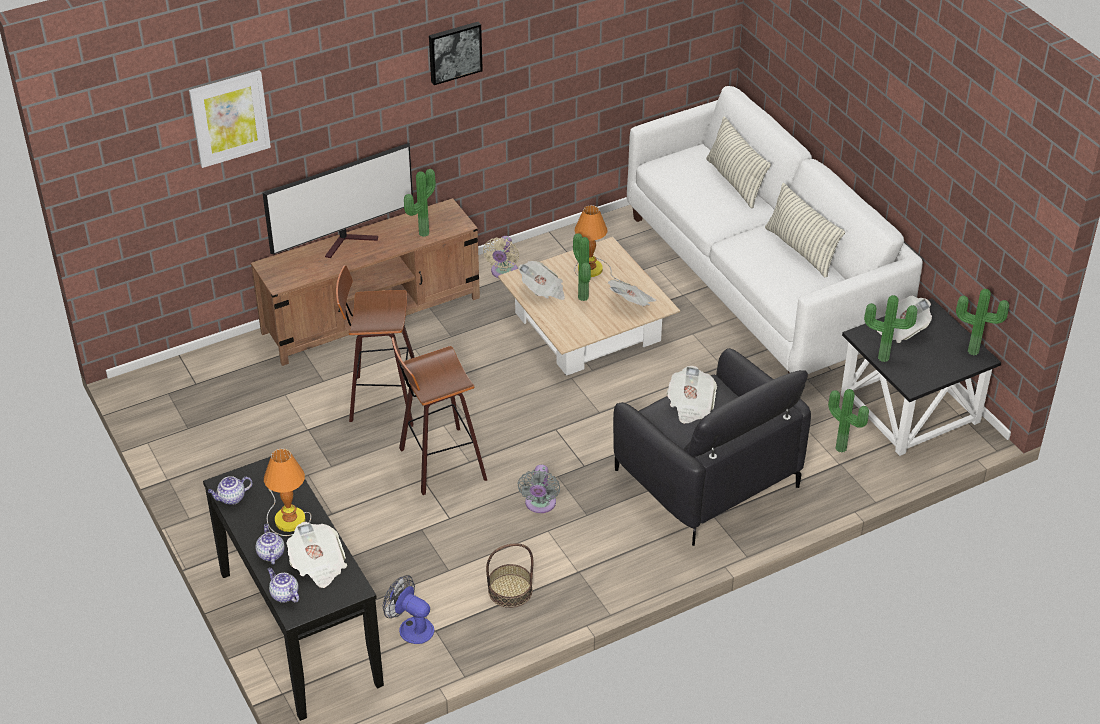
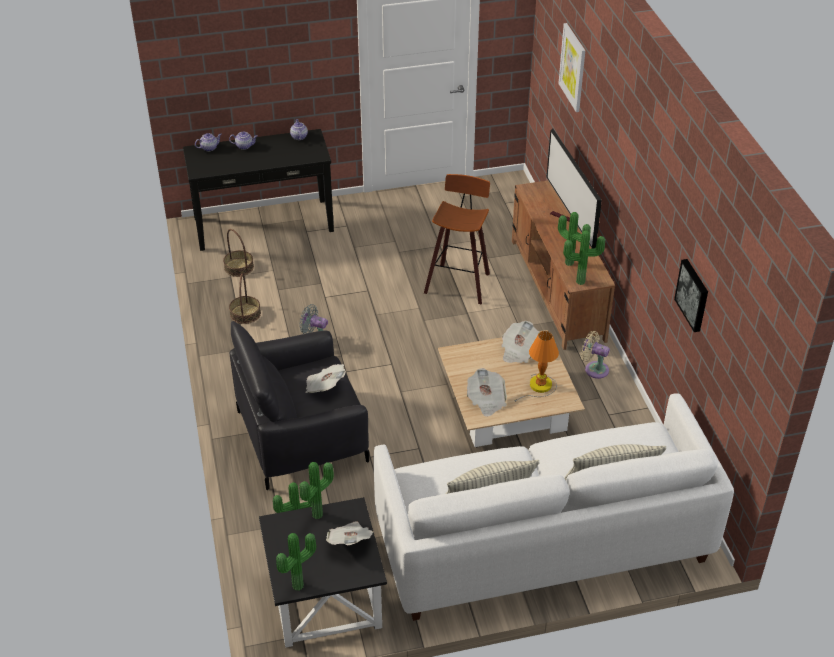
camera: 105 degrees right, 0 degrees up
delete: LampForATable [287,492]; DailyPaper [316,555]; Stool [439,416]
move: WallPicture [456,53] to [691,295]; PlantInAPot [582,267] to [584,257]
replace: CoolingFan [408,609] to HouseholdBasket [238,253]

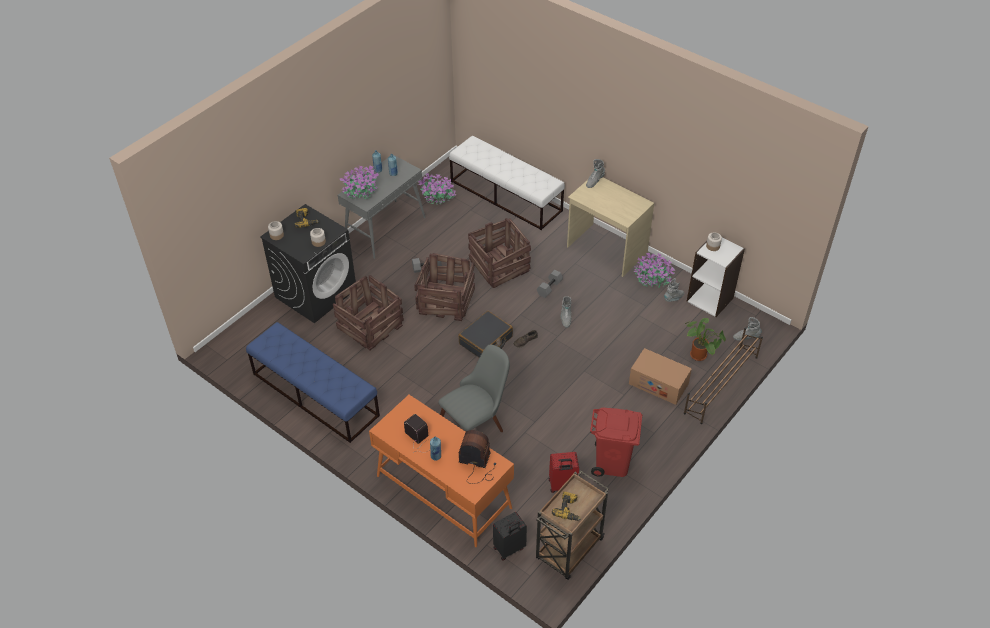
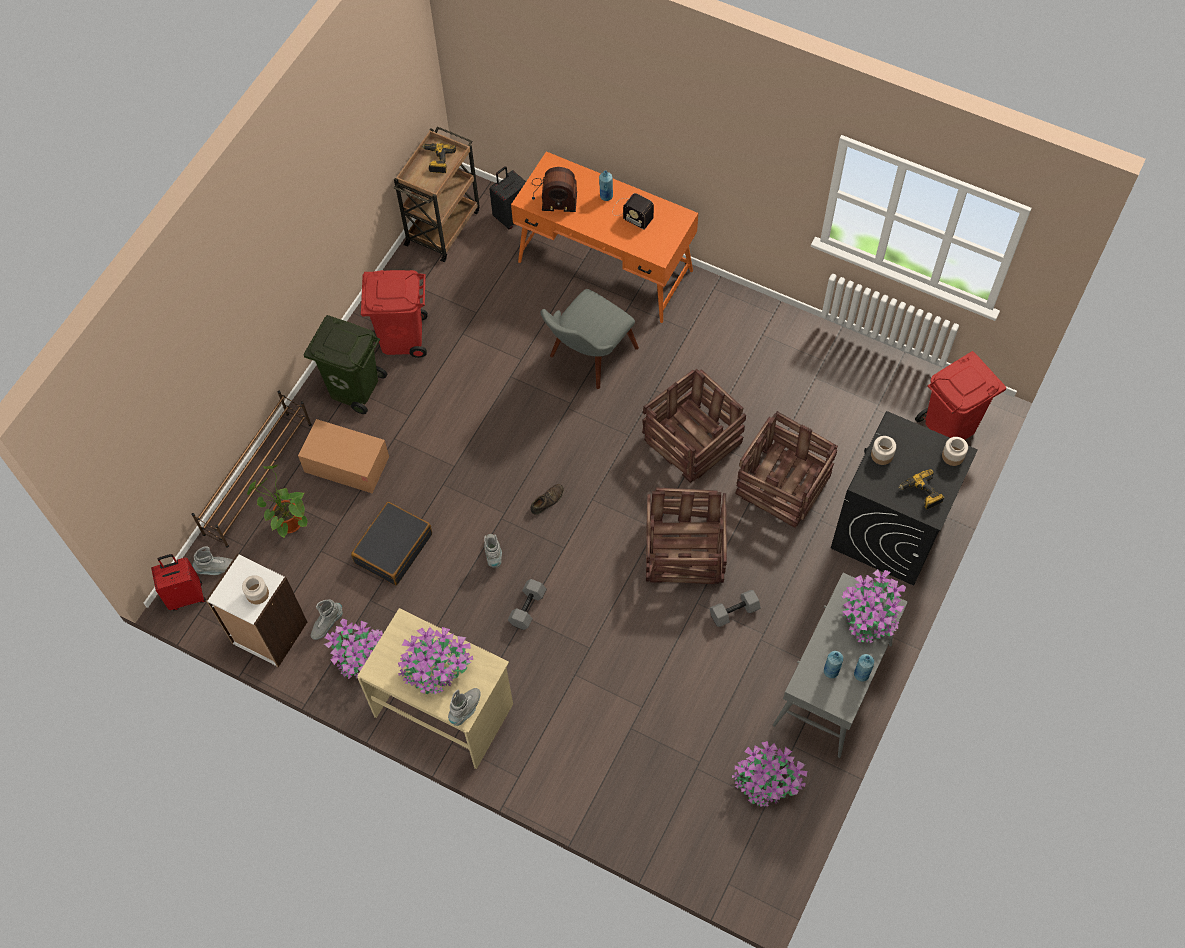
camera: 170 degrees right, 15 degrees up
delete: BluishBench [313,382]; WhitishBench [507,183]
insert: GreenColouredWasteBin [345,364]; PlantInAPot [435,660]; RedColouredWasteBin [960,395]
move: BlackColouredSuitcase [485,334] to [391,544]; PackingCrate [499,253] to [694,426]; RedColouredSuitcase [564,472] to [178,582]

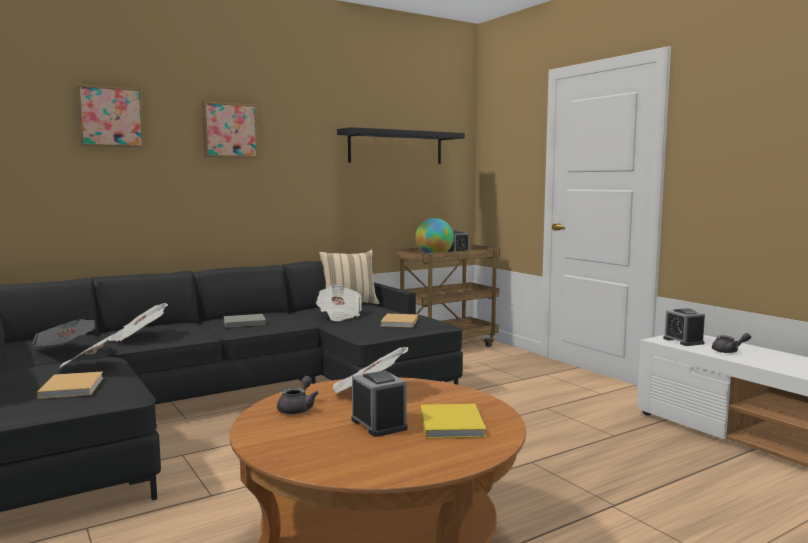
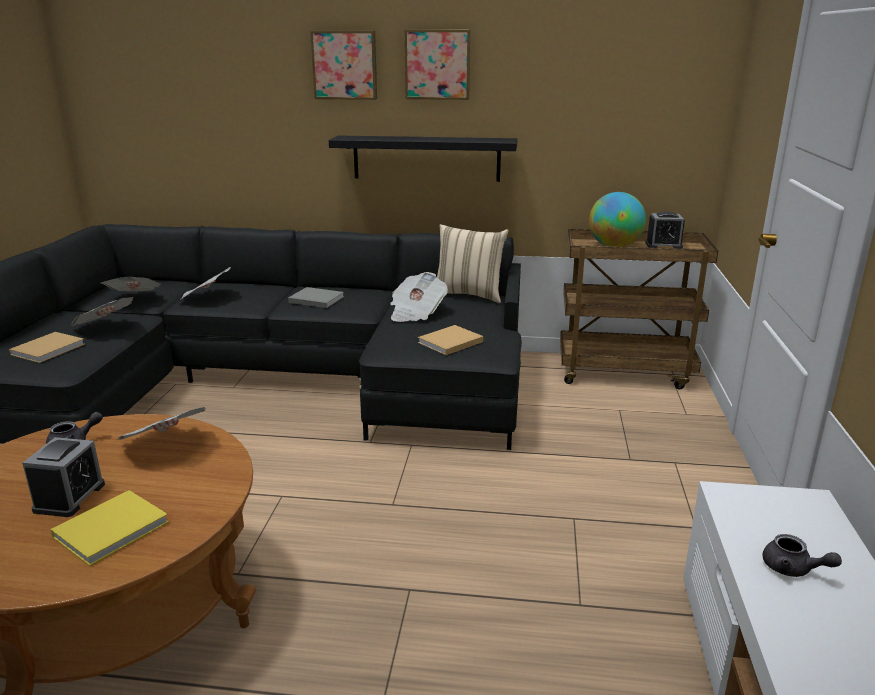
camera: 40 degrees right, 15 degrees up
delete: AlarmClock [684,327]
move: WallPicture [110,116] to [437,65]; BlackColouredShelf [401,145] to [423,159]

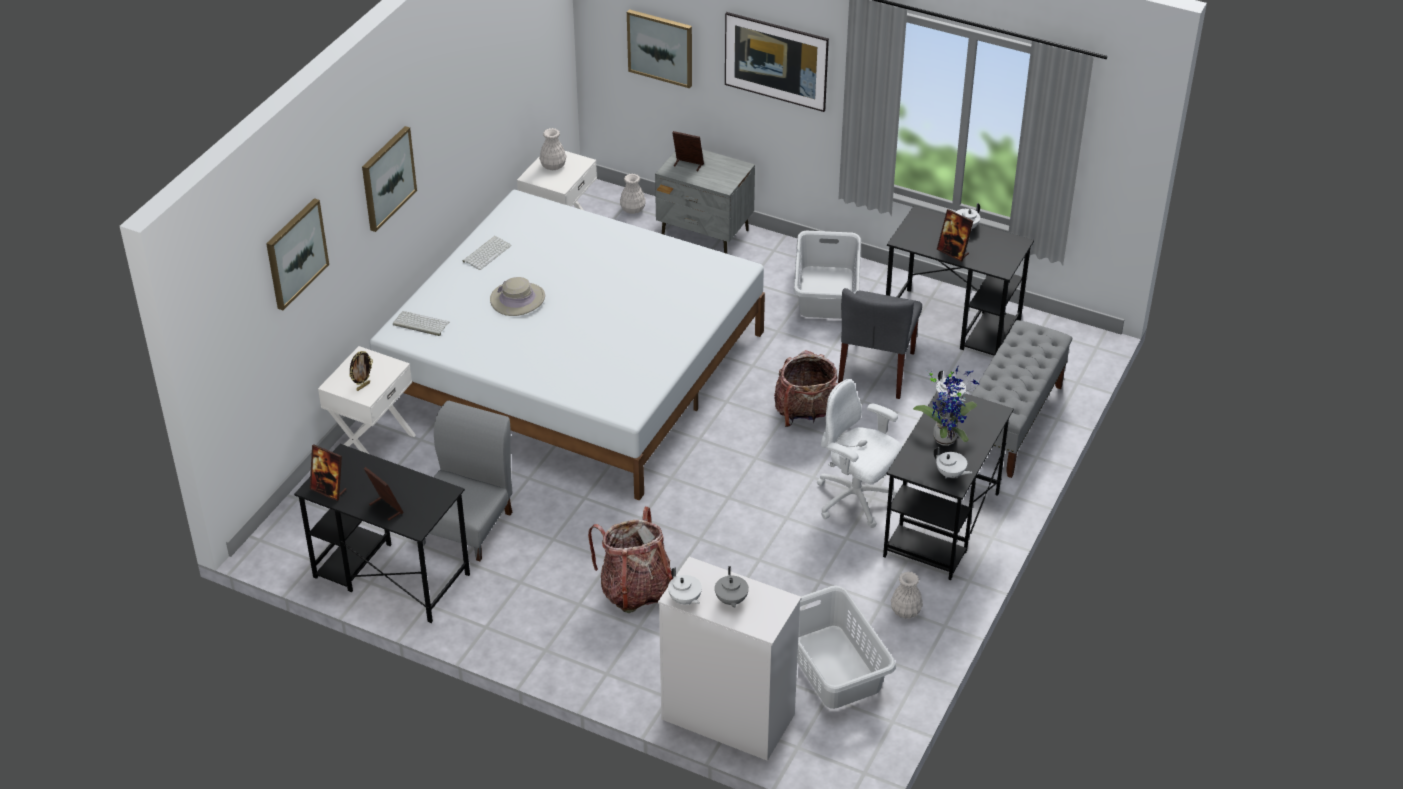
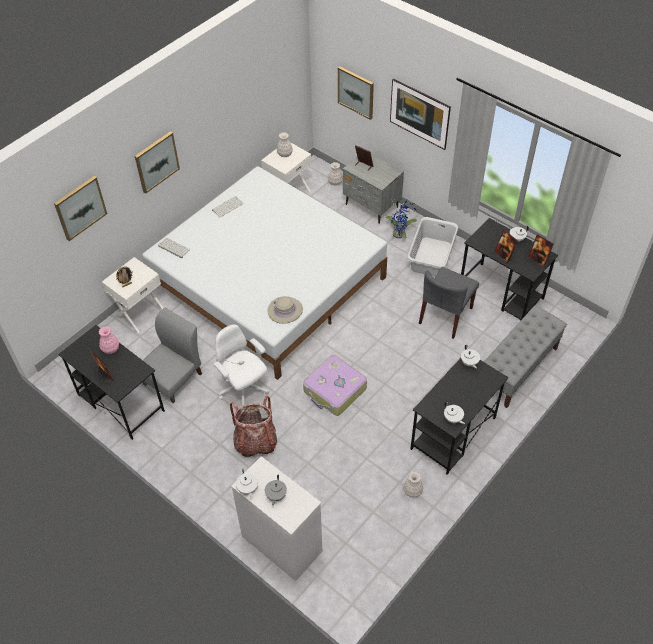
camera: 15 degrees right, 10 degrees up
delete: Backpack [806,388]; GreyHamper [846,647]
insert: PinkColouredDecorativeVase [109,340]; Suitcase [335,385]
move: StandingFrame [328,472] to [541,250]; BeigeWearableHat [517,296] to [285,310]; WhitishDeskChair [859,453] to [241,365]; PlantInAPot [946,406] to [401,219]

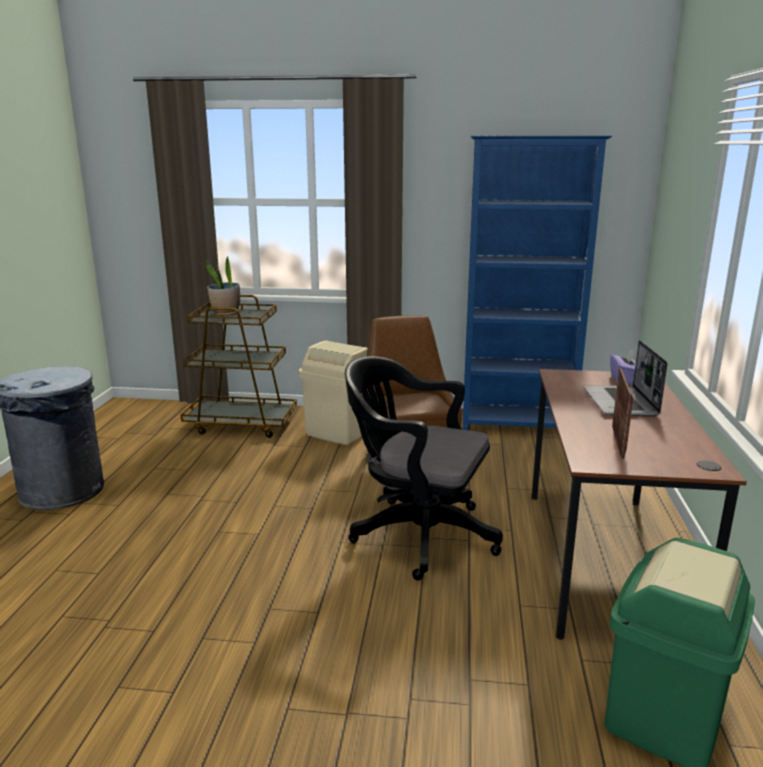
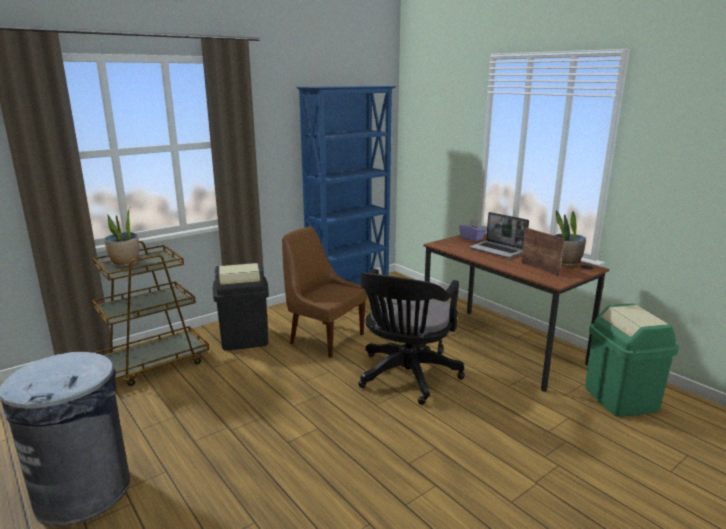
camera: 45 degrees left, 0 degrees up
insert: PlantInAPot [570,238]
recolor: BeigeWasteBin [333,393] to BlackColouredWasteBin [240,307]
rotate: BlackColouredDeskChair [424,468] = [411,337] 45 degrees counterclockwise

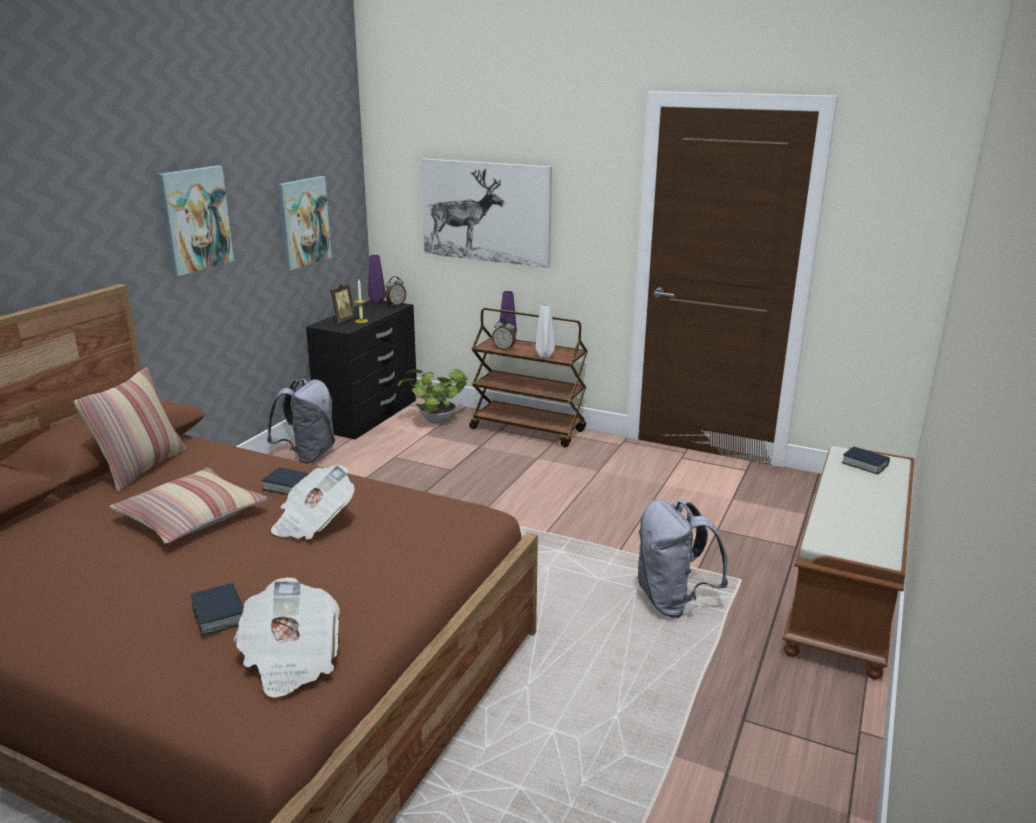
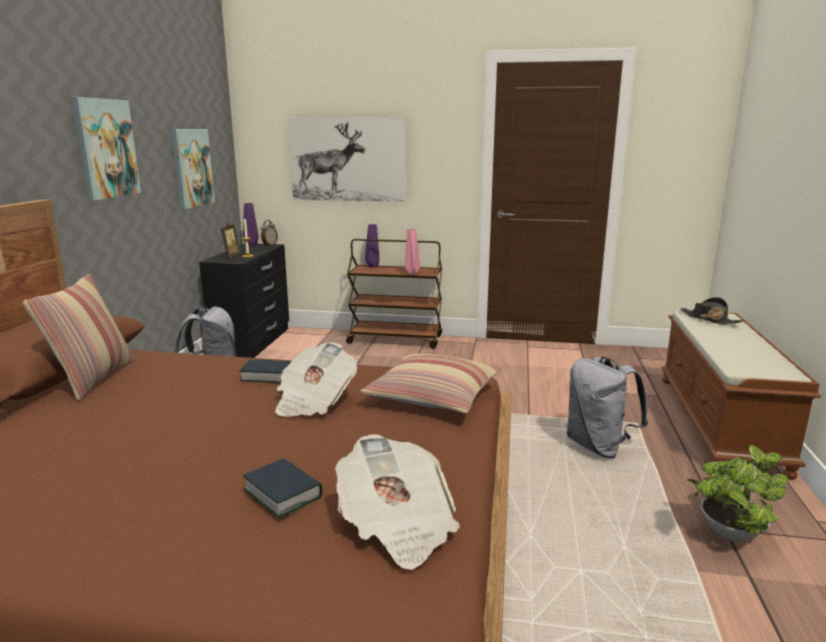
camera: 15 degrees left, 5 degrees down
delete: AlarmClock [504,334]
move: ThrowPillow [189,506] to [431,383]; PlantInAPot [432,396] to [738,494]
replace: Book [865,461] to BlackColouredWearableHat [712,311]
recolor: WhitishDecorativeVase [545,331] to PinkColouredDecorativeVase [412,251]

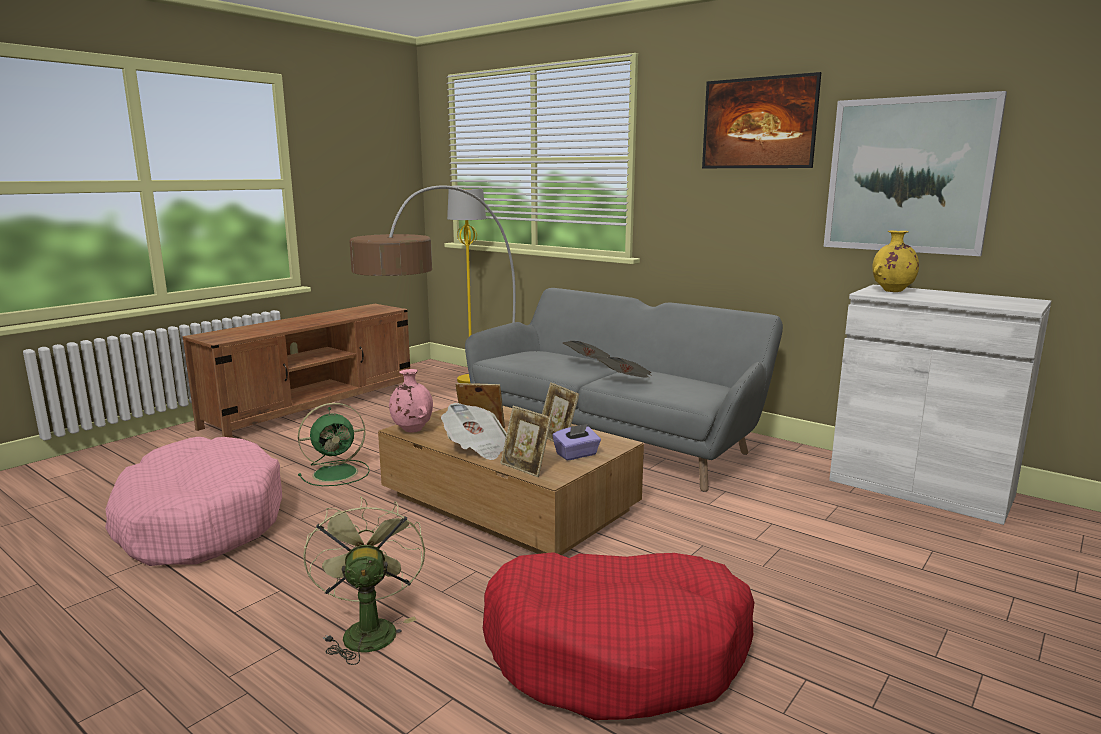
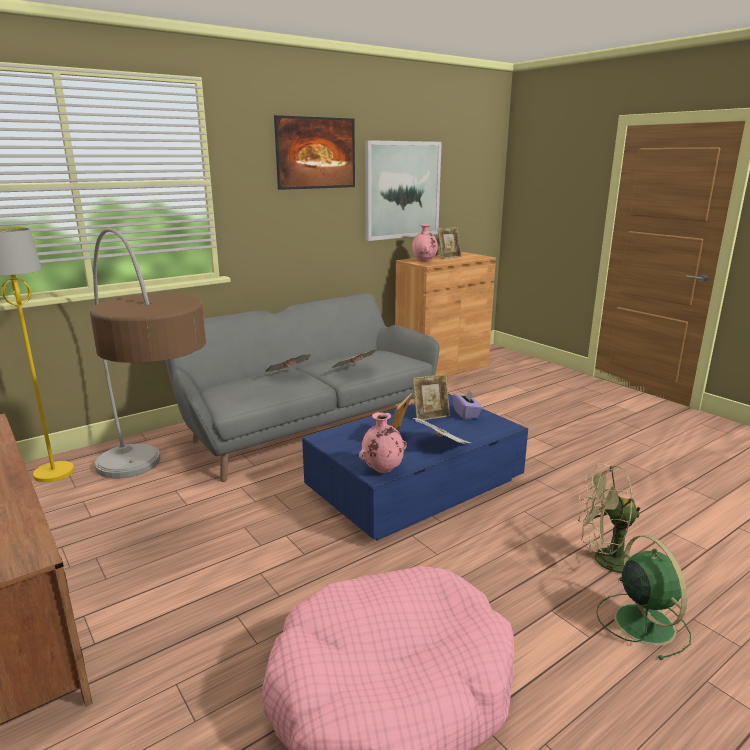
camera: 75 degrees left, 5 degrees up
delete: RedColouredDogCushion [619,636]
move: GreenColouredCoolingFan [334,444] to [643,597]; StandingFrame [526,441] to [449,243]
recolor: BrownColouredLoungeTable [511,480] to BluishLoungeTable [415,467]; WhitishCupboard [940,405] to BrownColouredCupboard [445,314]; YellowColouredDecorativeVase [895,261] to PinkColouredDecorativeVase [425,243]

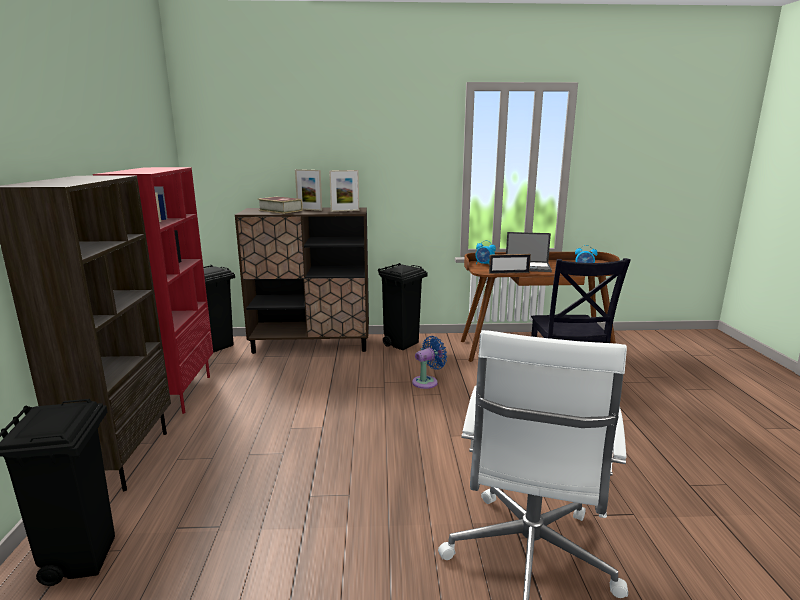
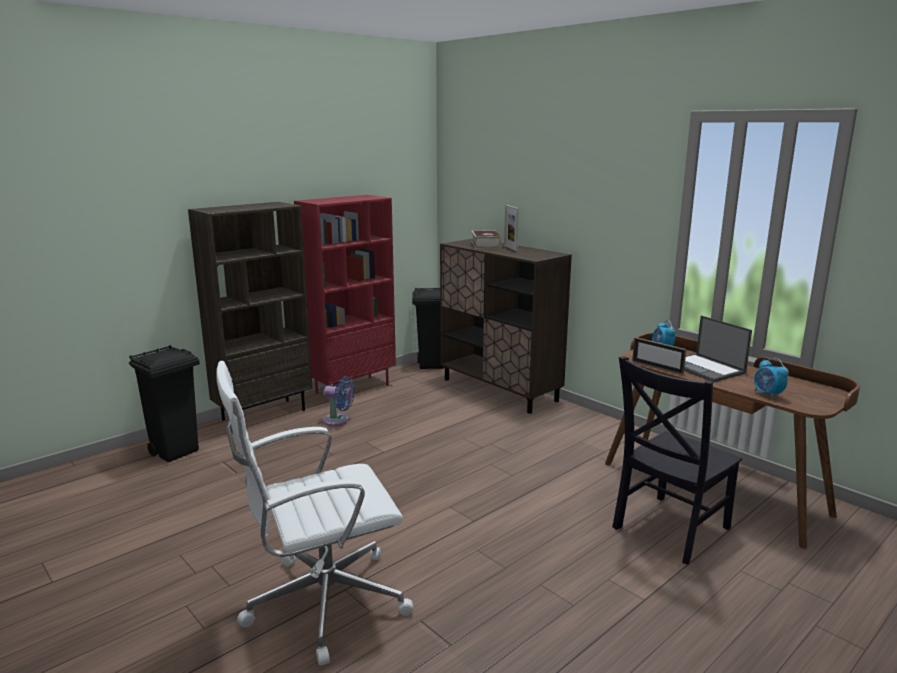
camera: 50 degrees right, 0 degrees up
delete: StandingFrame [344,191]; BlackColouredWasteBin [403,306]
move: BluishCoolingFan [429,362] to [339,401]

